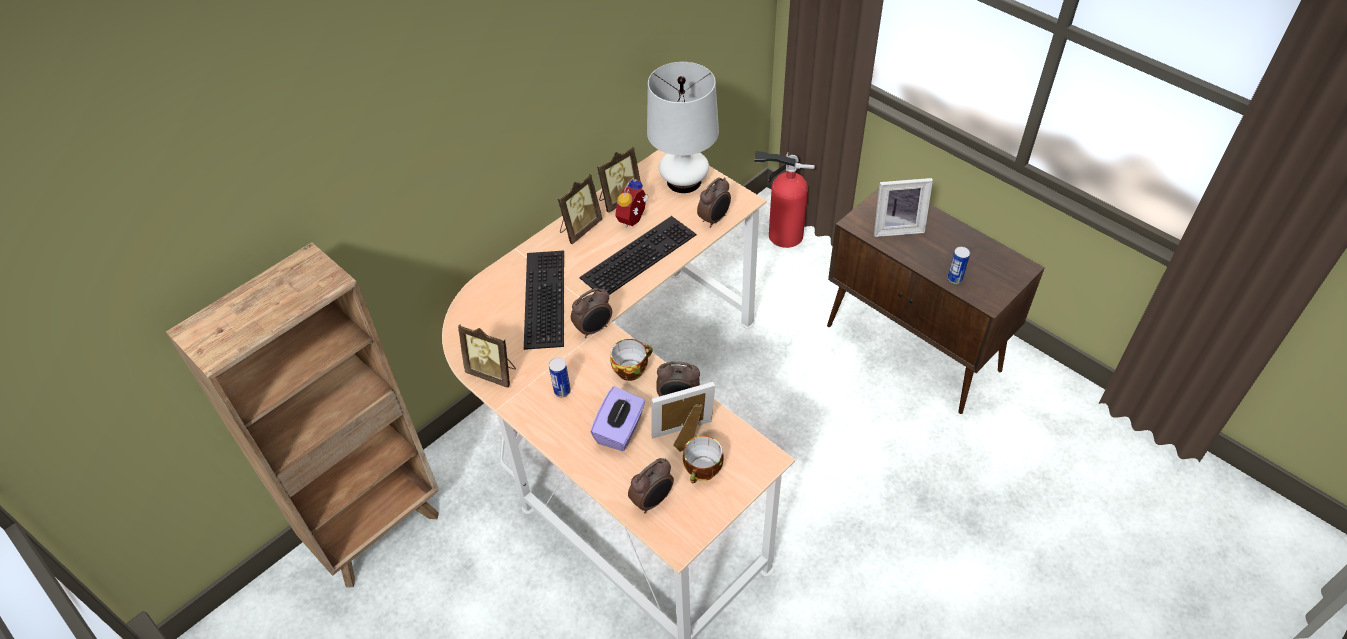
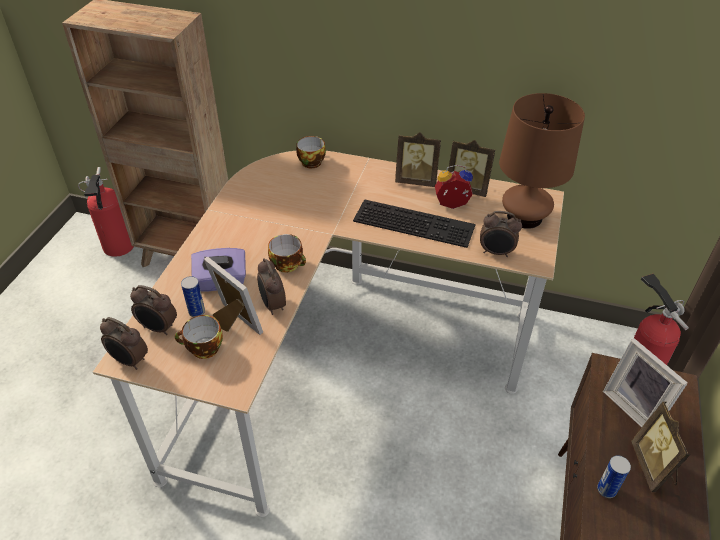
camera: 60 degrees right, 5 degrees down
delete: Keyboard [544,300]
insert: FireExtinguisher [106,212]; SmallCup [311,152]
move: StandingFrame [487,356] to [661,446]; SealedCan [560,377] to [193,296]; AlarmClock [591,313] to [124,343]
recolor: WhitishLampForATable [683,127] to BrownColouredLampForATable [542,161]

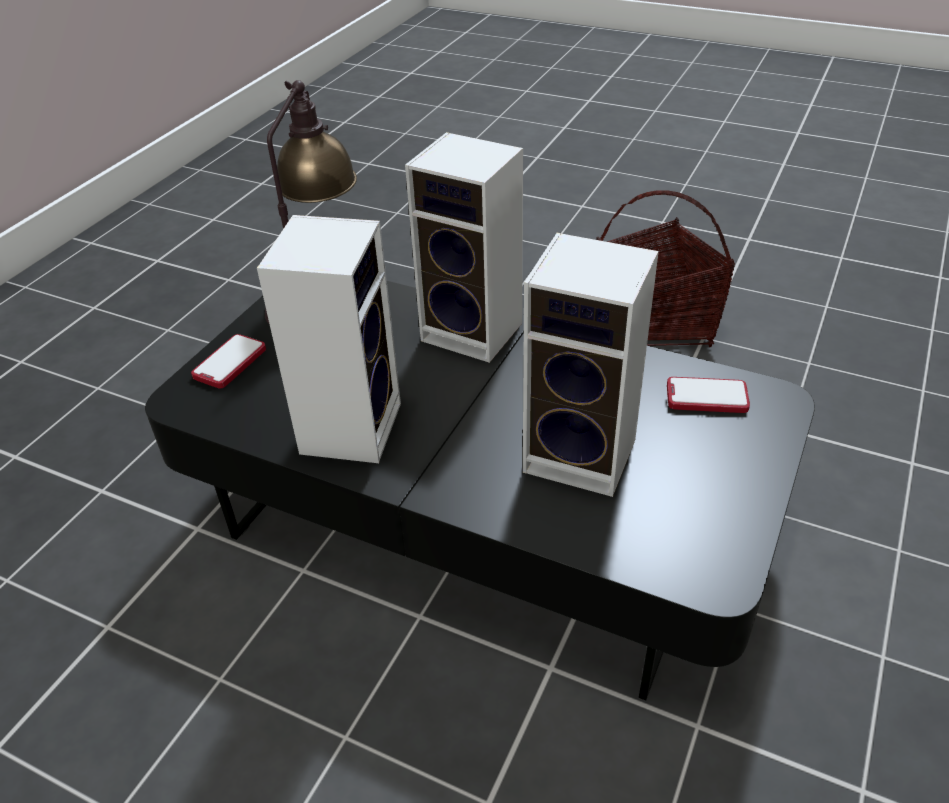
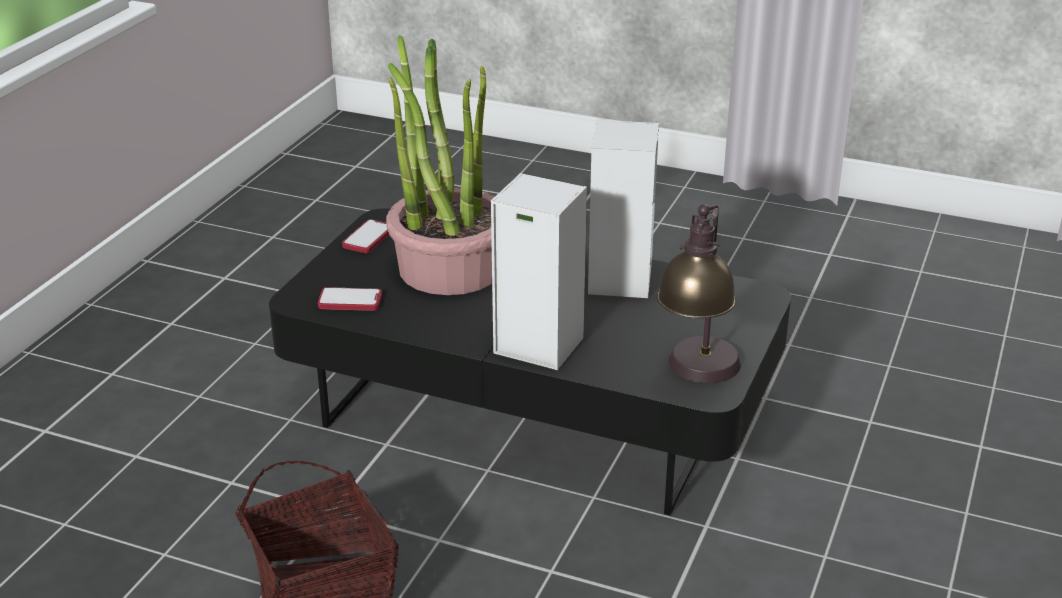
camera: 175 degrees right, 10 degrees down
move: Telephone [228,361] to [365,236]
replace: Loudspeaker [591,365] to PlantInAPot [440,165]

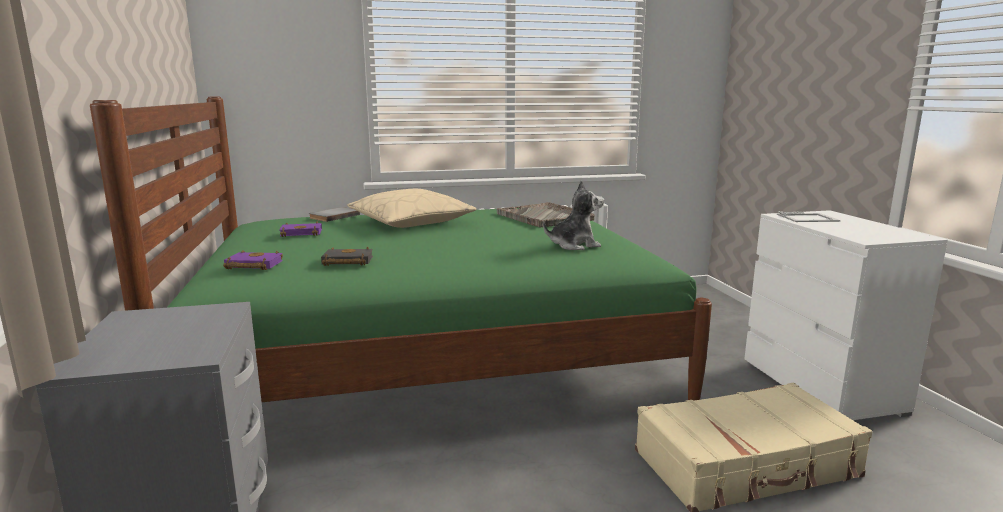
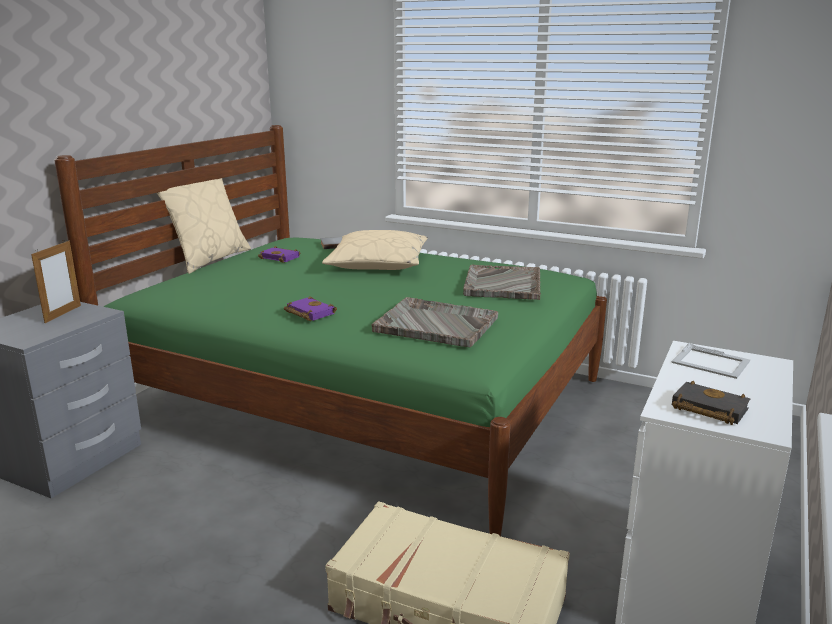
camera: 40 degrees right, 5 degrees up
insert: StandingFrame [56,282]; BeigeThrowPillow [204,226]
move: PurplishBook [253,260] to [310,308]; BlackColouredBook [347,256] to [711,403]
replace: SoftToy [573,215] to GreyTray [434,322]

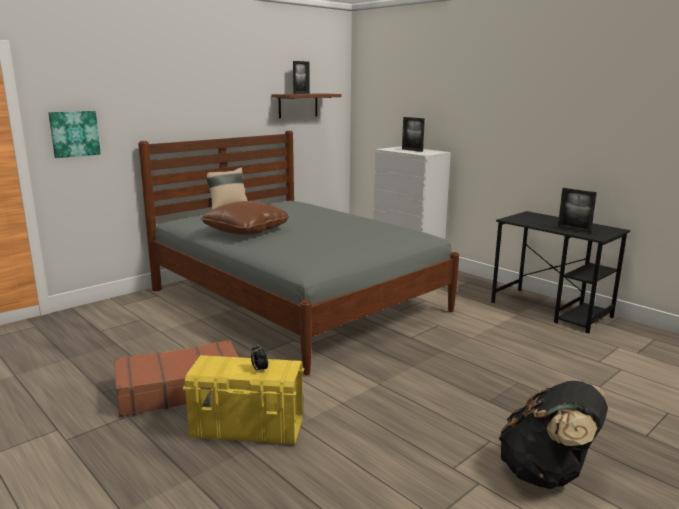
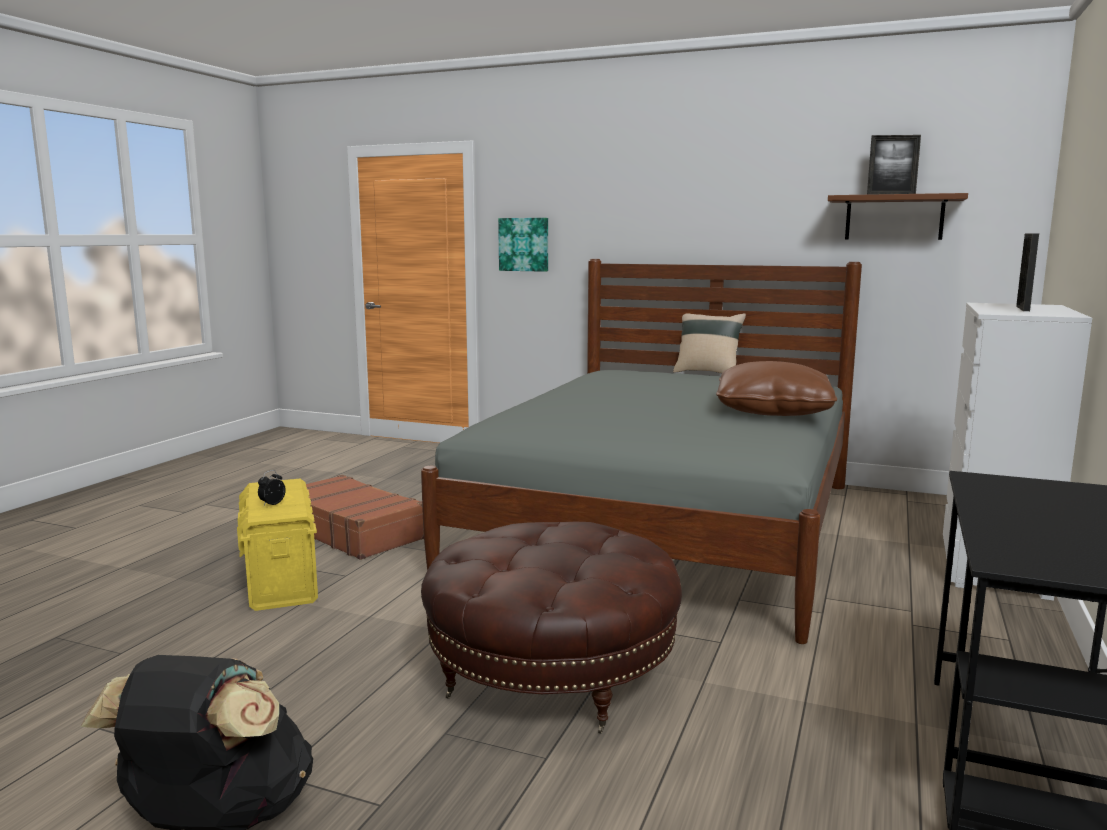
camera: 65 degrees right, 5 degrees down
delete: StandingFrame [577,211]
insert: BrownColouredOttoman [551,627]
move: BrownColouredThrowPillow [244,218] to [776,388]

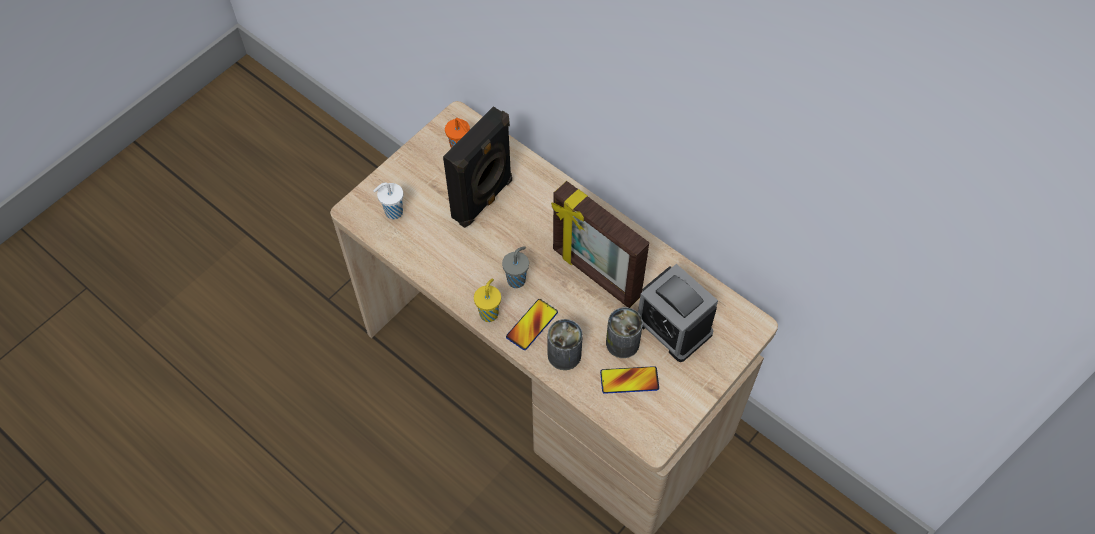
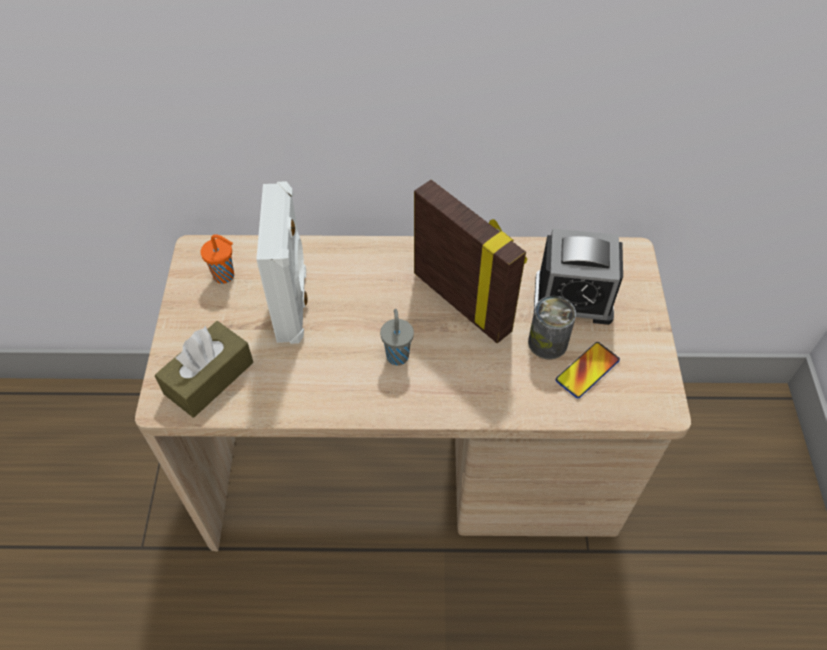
camera: 40 degrees left, 5 degrees down
delete: YellowColouredSmallCup [487,300]; Telephone [532,324]; SealedCan [565,344]
replace: WhitishSmallCup [388,200] to BrownColouredBoxOfTissues [204,369]
recolor: BlackColouredLoudspeaker [477,167] to WhitishLoudspeaker [282,262]
rotate: StandingFrame [600,244] = [470,261] 135 degrees counterclockwise

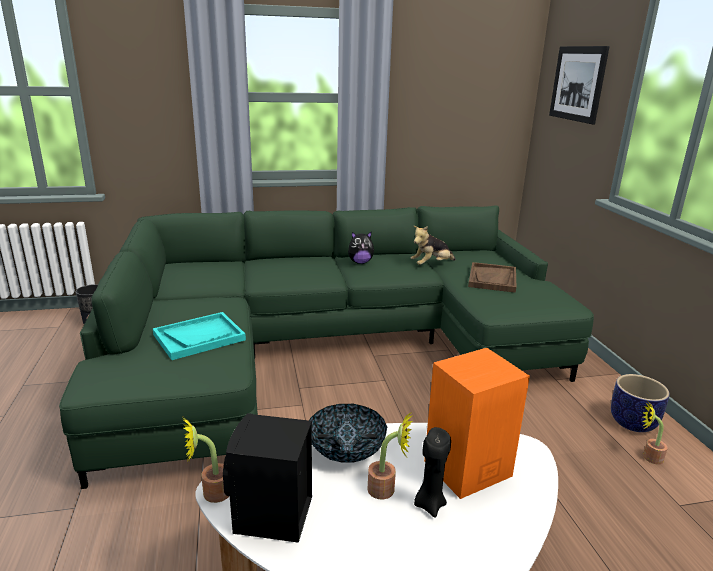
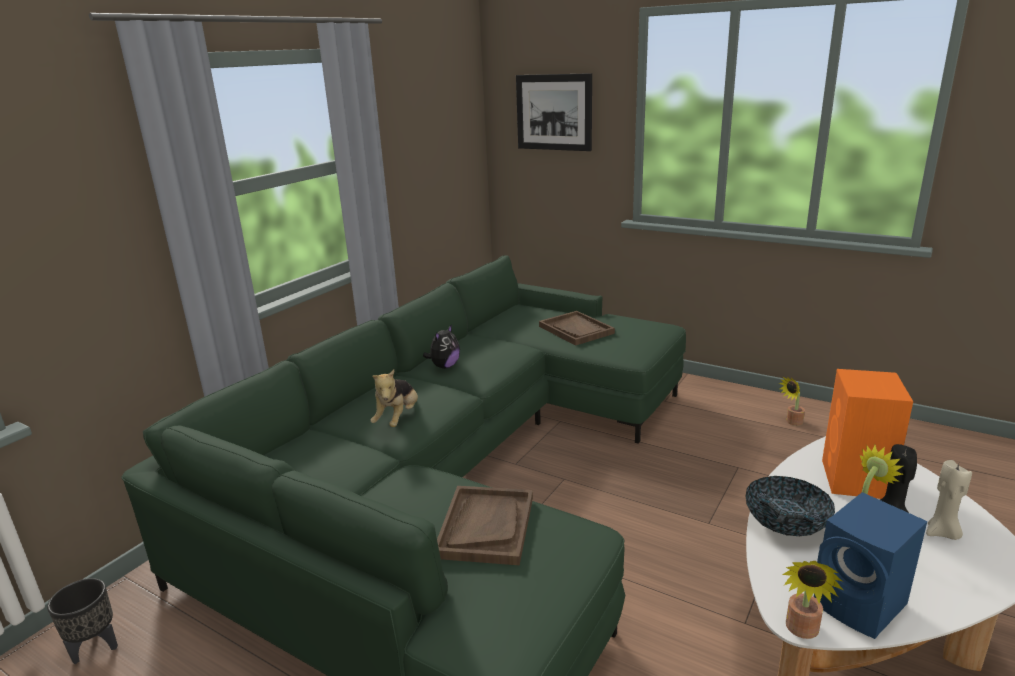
camera: 45 degrees left, 0 degrees up
delete: FlowerPot [640,403]
insert: BeigeWaxCandle [949,500]
move: SoftToy [433,245] to [394,398]
recolor: TurquoiseColouredTray [199,336] to BrownColouredTray [485,525]; BlackColouredLoudspeaker [267,478] to BluishLoudspeaker [870,565]

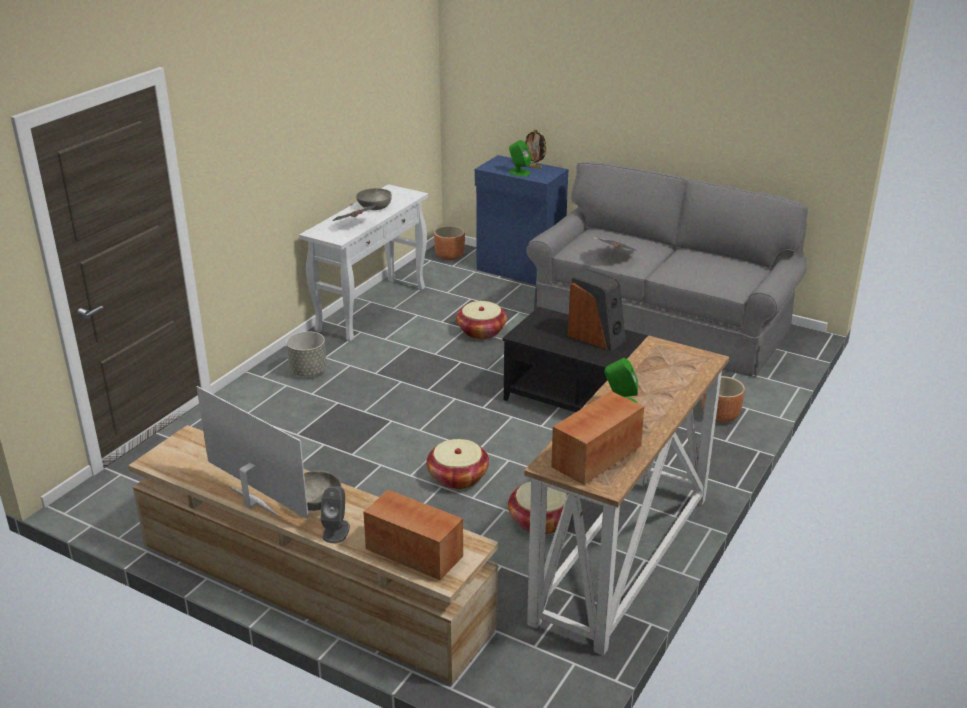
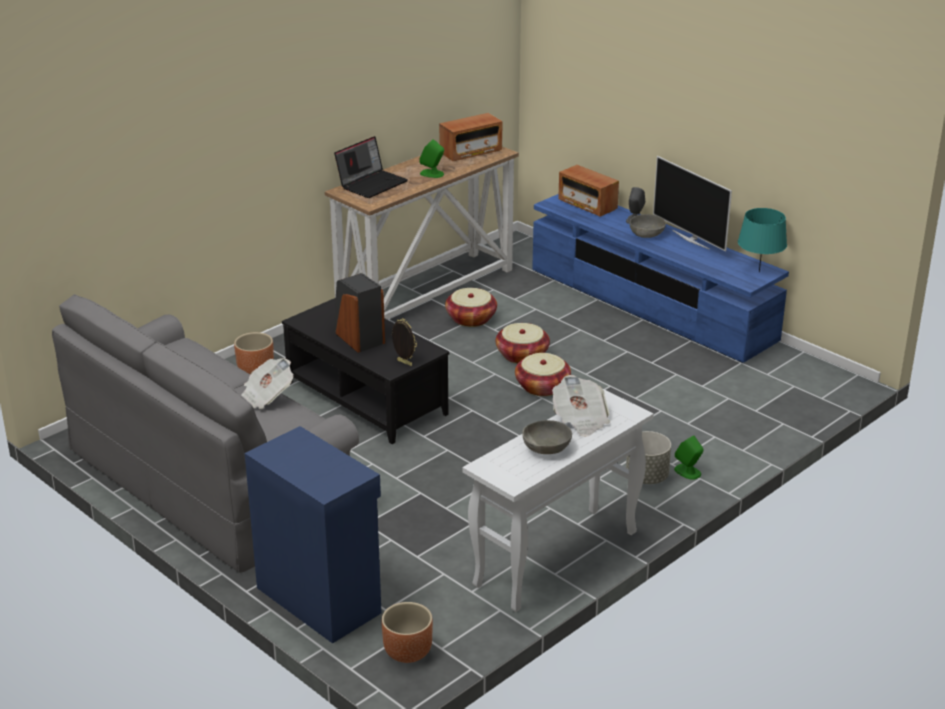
camera: 165 degrees left, 0 degrees up
insert: PortableComputer [371,167]; TurquoiseColouredLampForATable [762,240]
move: HouseholdBasket [481,320] to [543,374]; GreenColouredLoudspeaker [520,158] to [689,457]; StandingFrame [536,149] to [404,342]
recolor: BeigeTvUnit [313,554] to BluishTvUnit [660,278]

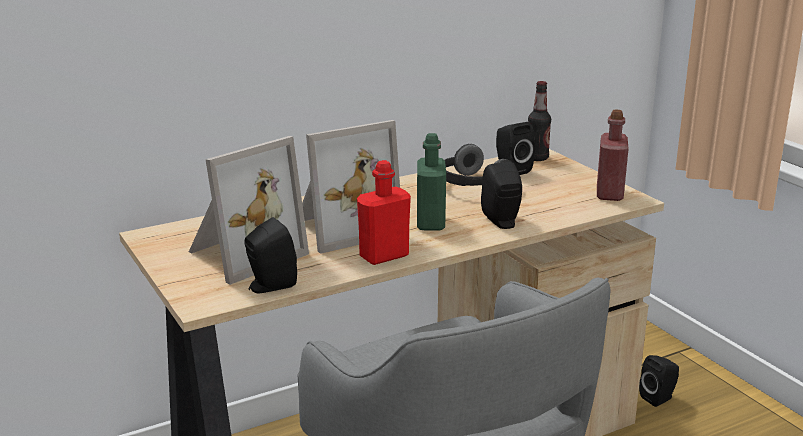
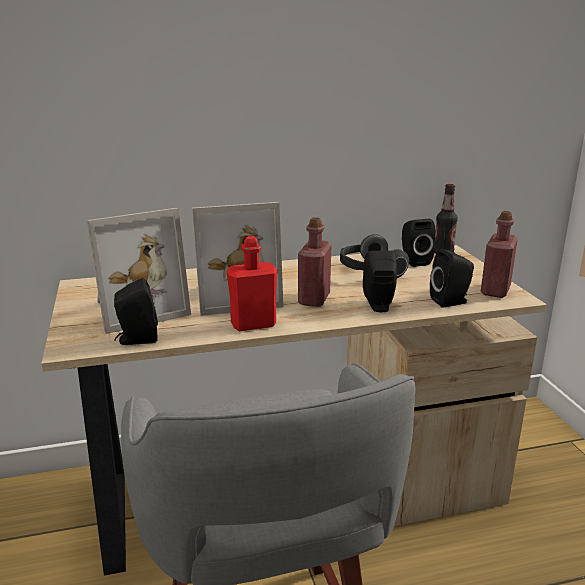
camera: 15 degrees right, 0 degrees up
move: BlackColouredLoudspeaker [659,381] to [452,278]
recolor: GreenColouredBottle [431,181] to RedColouredBottle [315,262]

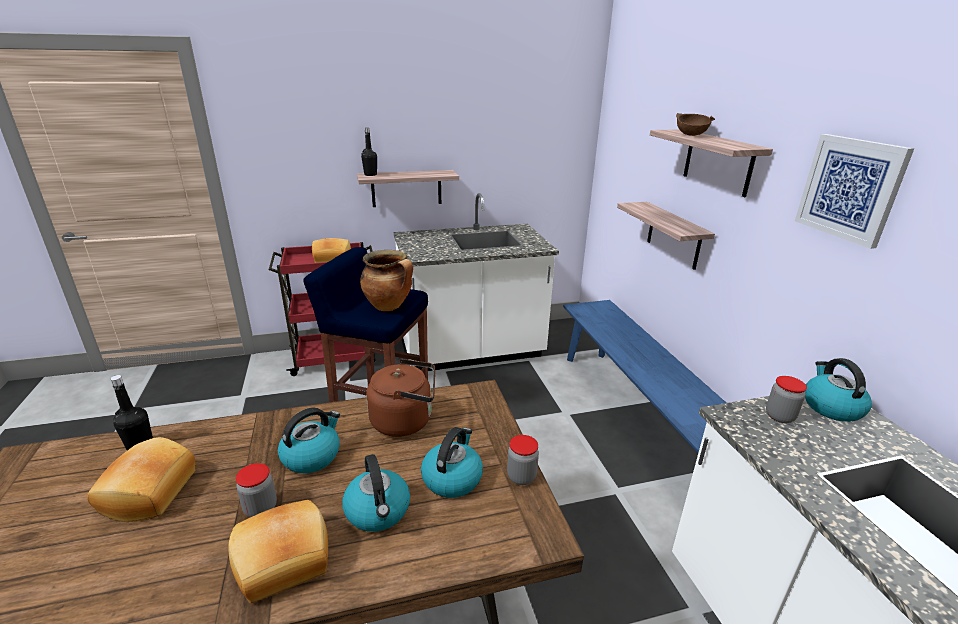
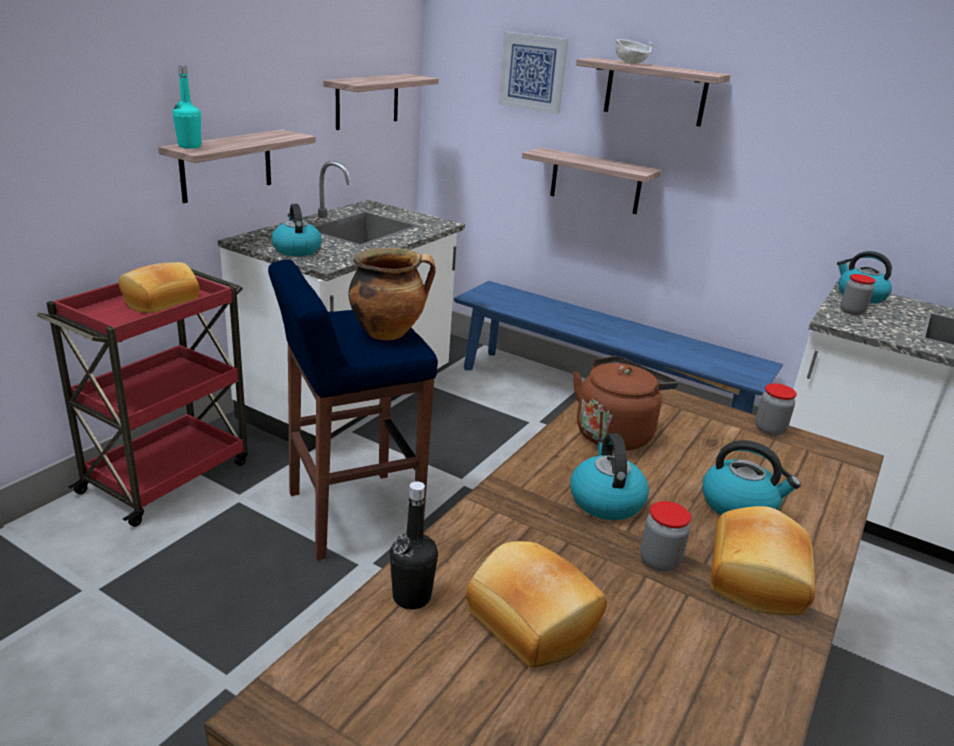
camera: 45 degrees left, 0 degrees up
insert: Shelf [381,102]
move: WaterKettle [452,462] to [297,230]; WallPicture [855,191] to [533,73]
recolor: BlackColouredBottle [369,152] to TurquoiseColouredBottle [187,107]; BrownColouredDeepDish [695,124] to WhitishDeepDish [634,51]

